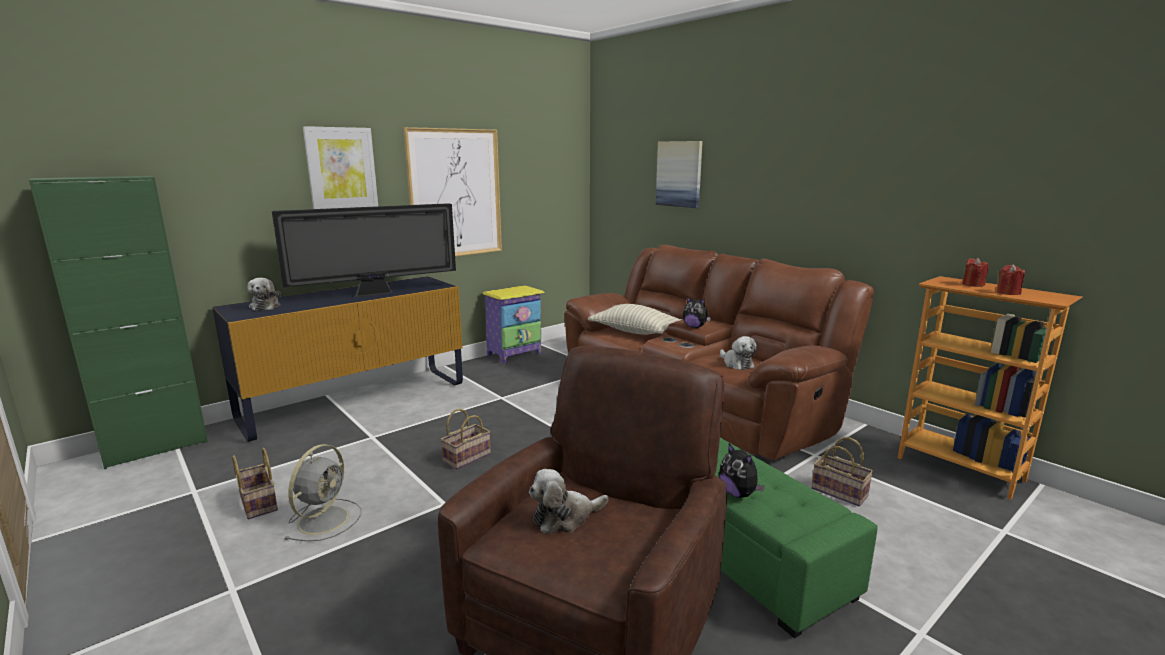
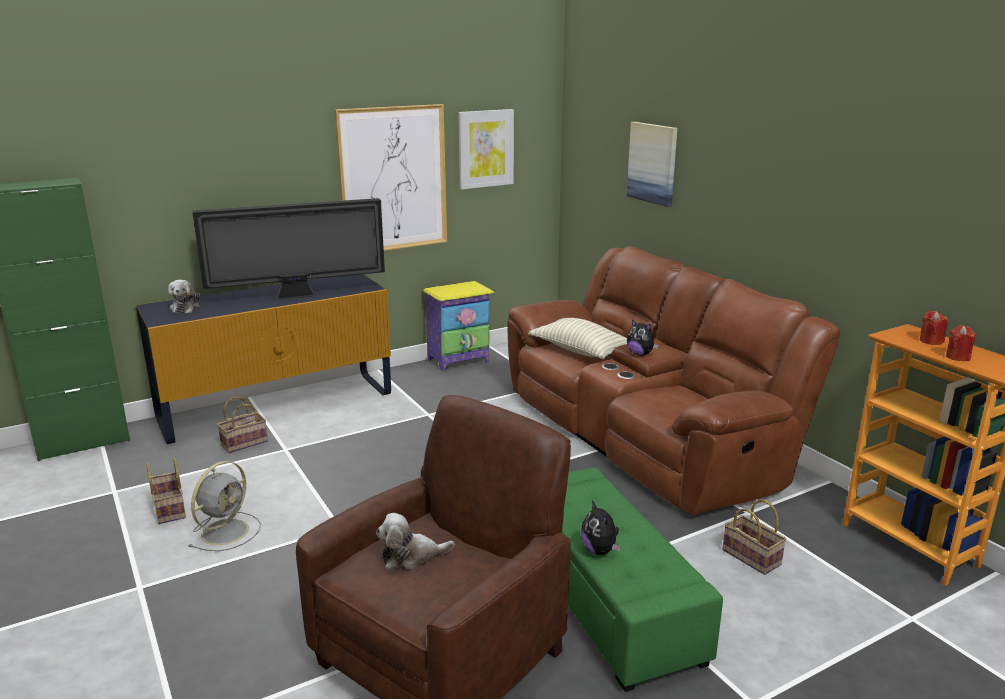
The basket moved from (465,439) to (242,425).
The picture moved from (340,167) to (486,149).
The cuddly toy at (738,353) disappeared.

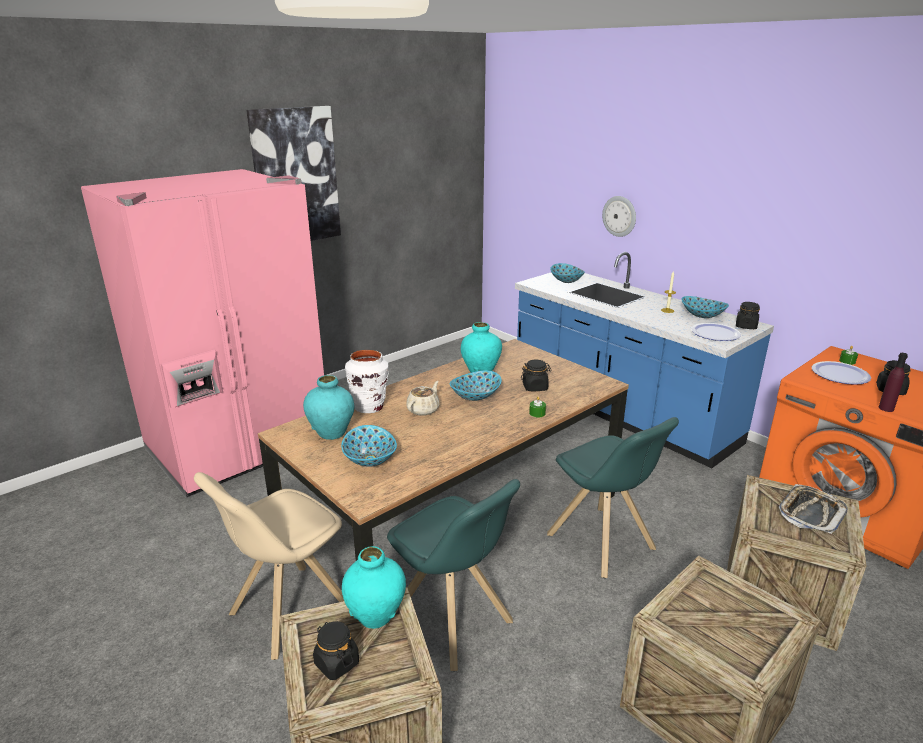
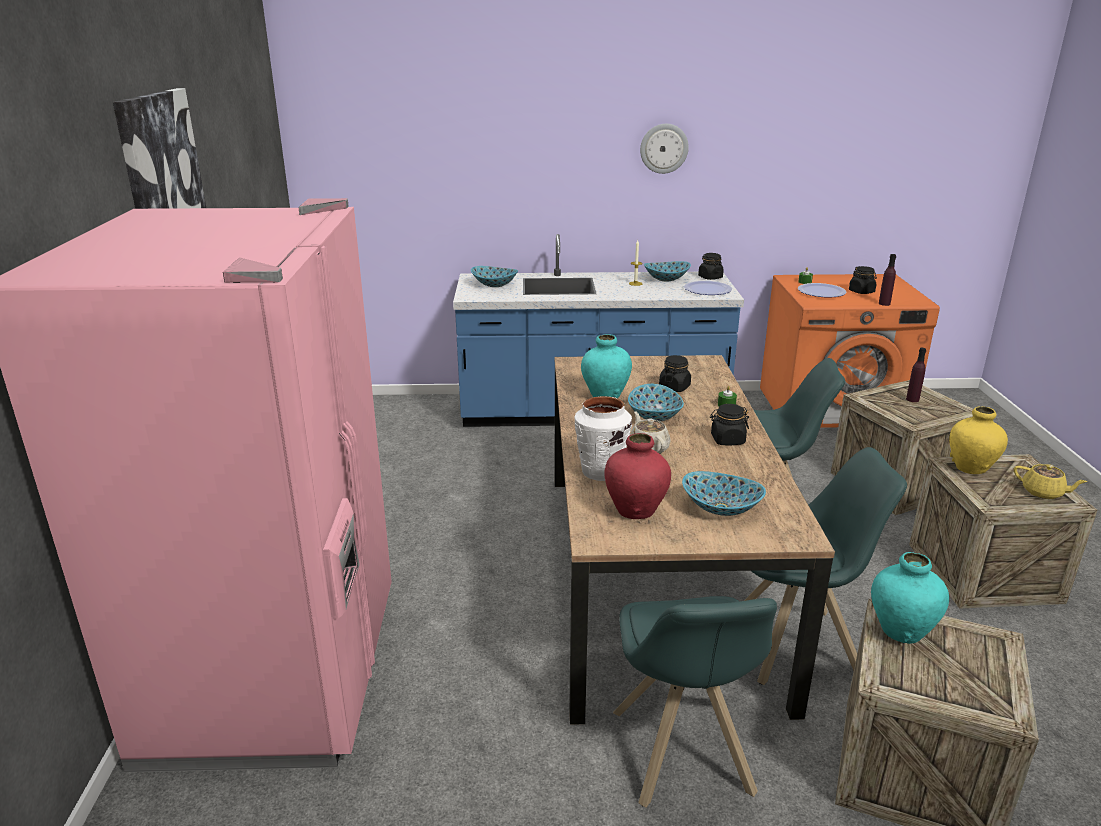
The turquoise-coloured flower vase at (328,407) became the reddish flower vase at (637,476).
The beige-coloured upright chair at (269,566) became the turquoise-coloured upright chair at (695,702).
The clock on the wall moved from (619,216) to (664,149).
The black jar moved from (336,650) to (729,424).
The tray at (813,509) was replaced by the purplish bottle at (916,375).
The yellowish flower vase at (978,440) appeared.
The yellowish pot for tea at (1050,481) appeared.

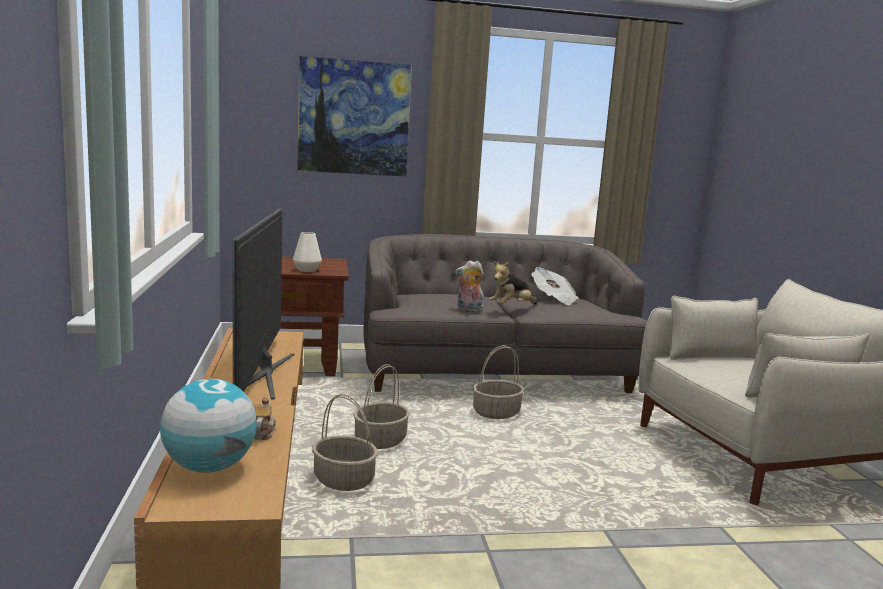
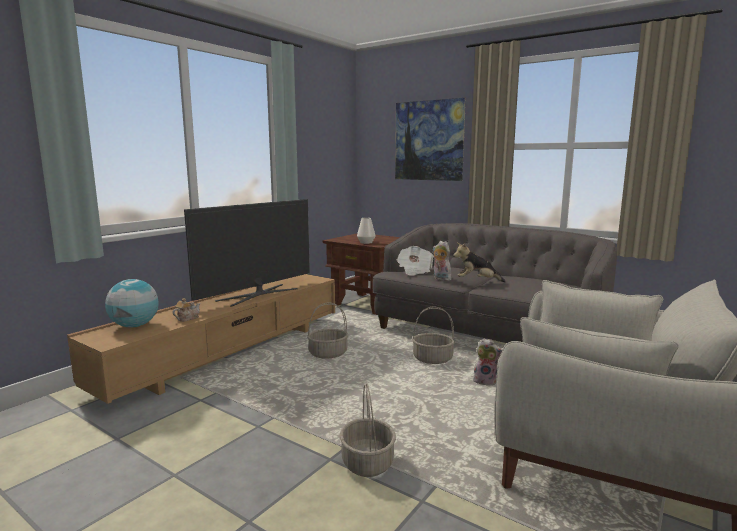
The basket moved from (345,442) to (368,430).
The daily paper moved from (555,286) to (415,261).
The cuddly toy at (488,362) appeared.

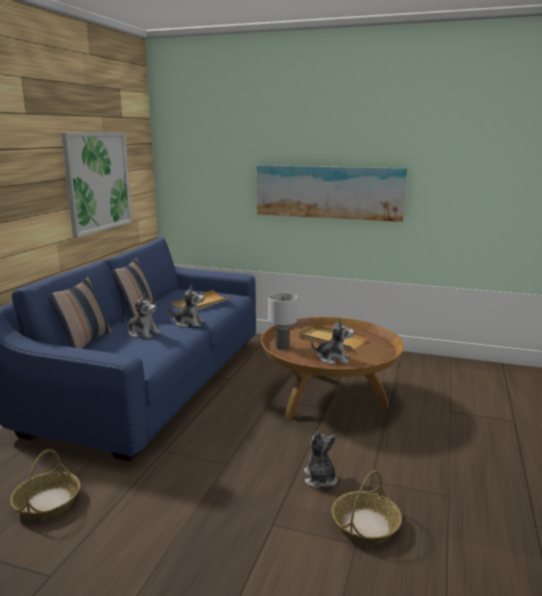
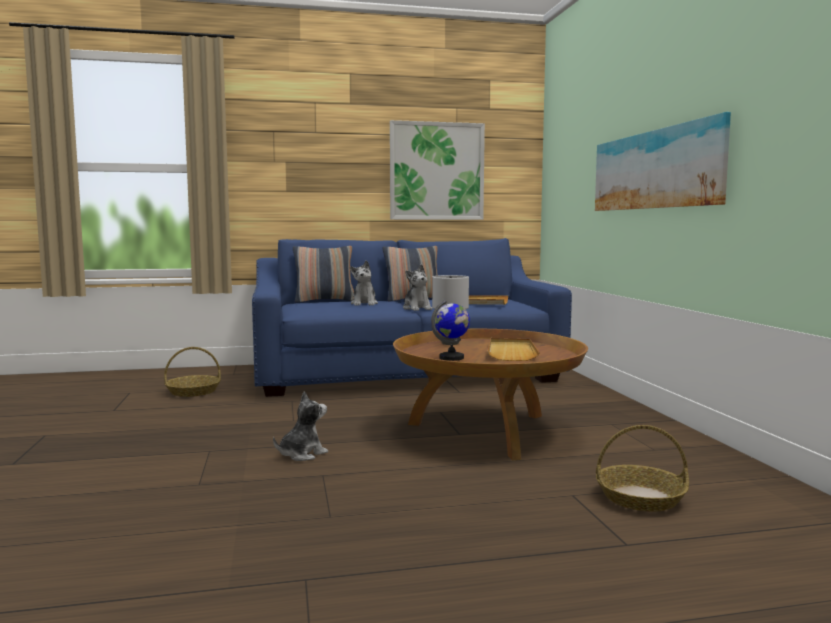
The cuddly toy at (332,341) was replaced by the desk globe at (450,330).
The basket moved from (367,507) to (642,468).

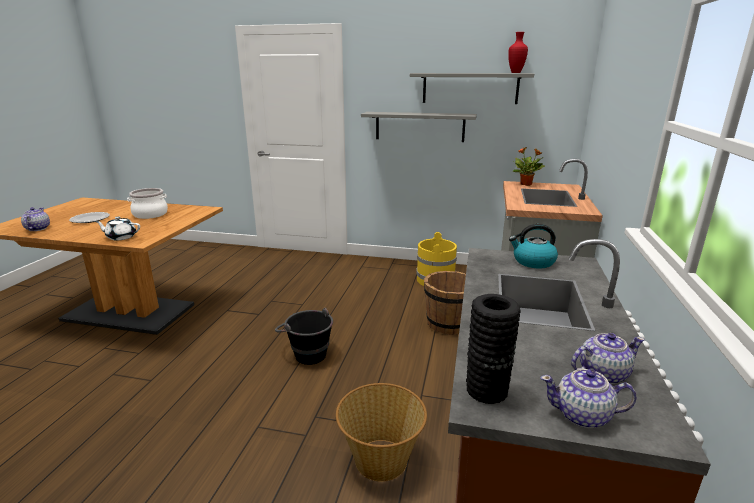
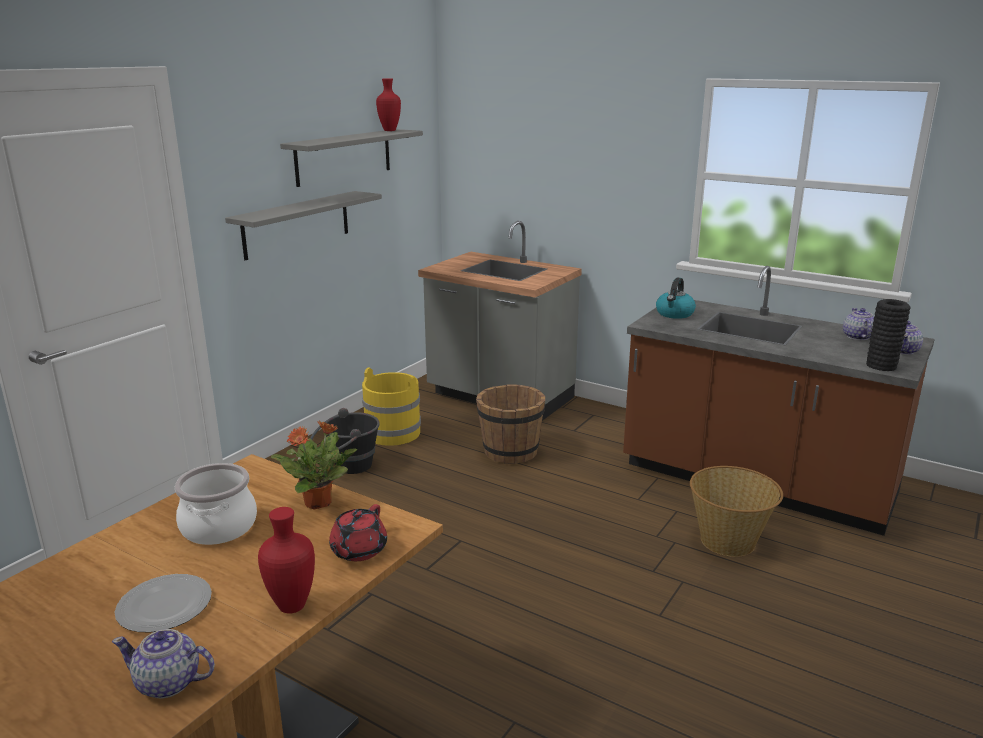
The reddish flower vase at (286,560) appeared.
The potted plant moved from (529,166) to (314,465).
The black bucket moved from (304,336) to (345,441).
The white pot for tea at (117,228) became the reddish pot for tea at (358,532).

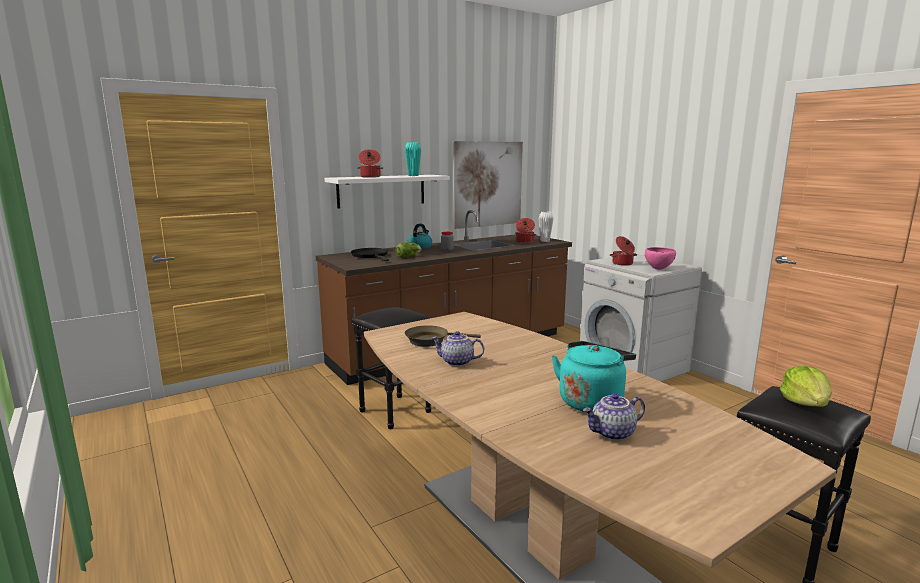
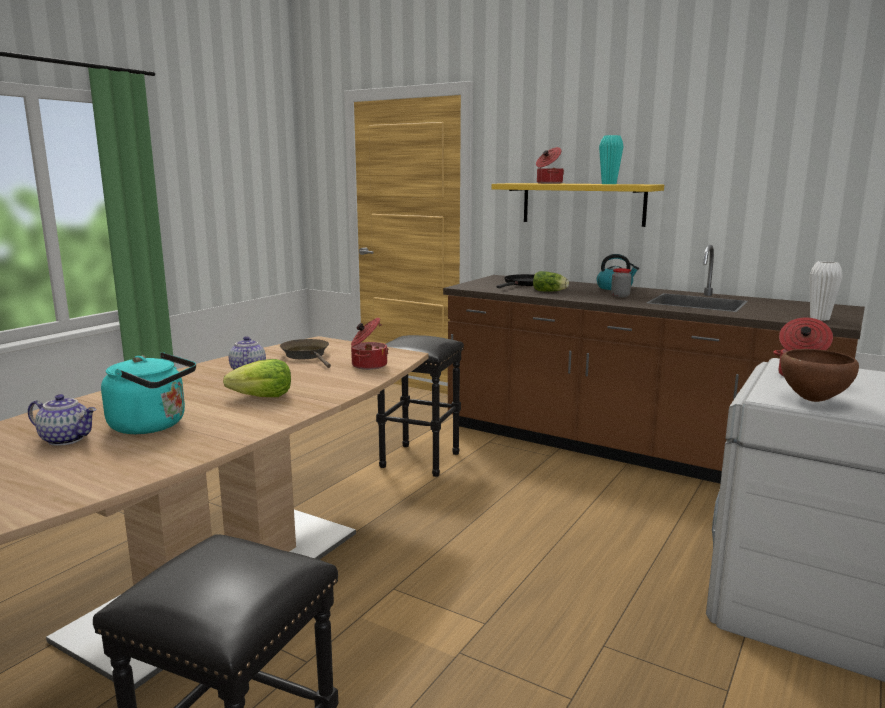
The pot for tea at (614,417) turned 150 degrees clockwise.
The lettuce moved from (806,386) to (257,378).
The stockpot moved from (525,230) to (370,344).
The white shelf at (387,192) became the yellowish shelf at (578,205).
The pink-coloured deep dish at (660,258) became the brown deep dish at (819,375).
The picture at (488,185) disappeared.

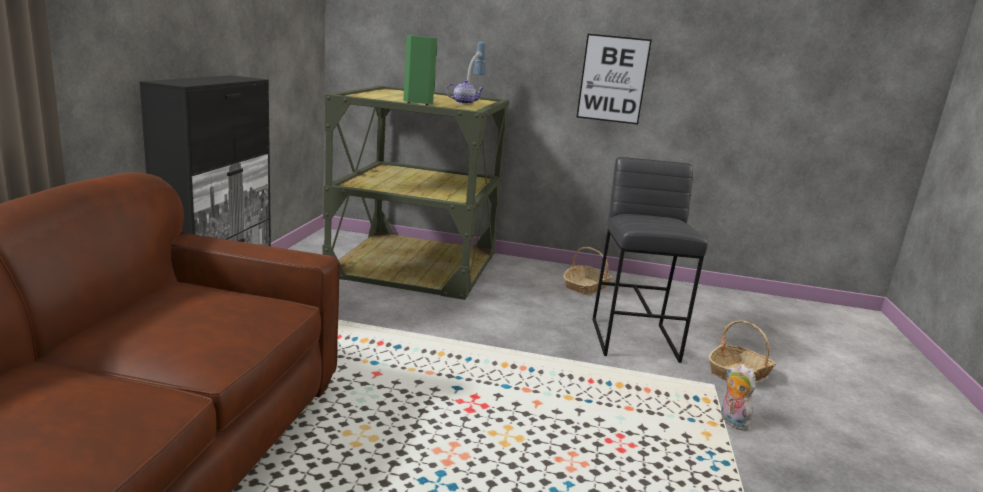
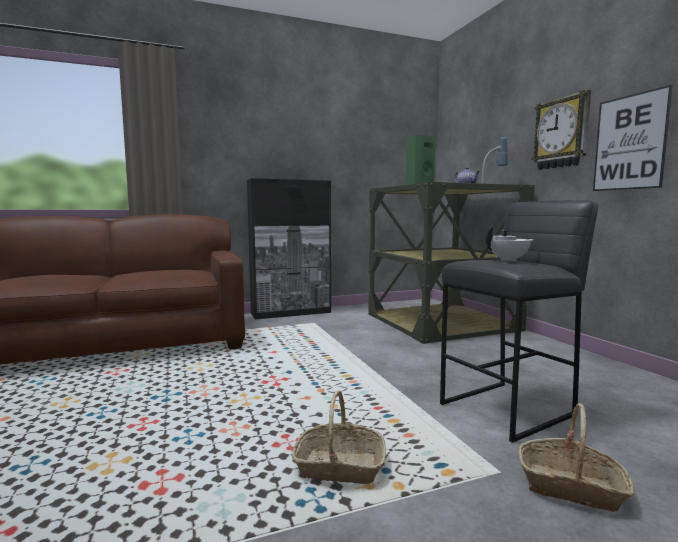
The basket moved from (587,271) to (339,437).
The white pot for tea at (510,243) appeared.
The clock on the wall at (561,130) appeared.
The cuddly toy at (738,397) disappeared.

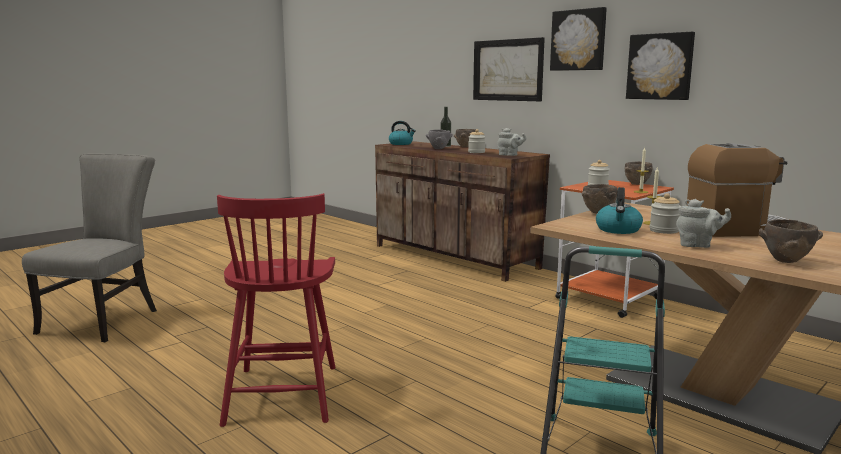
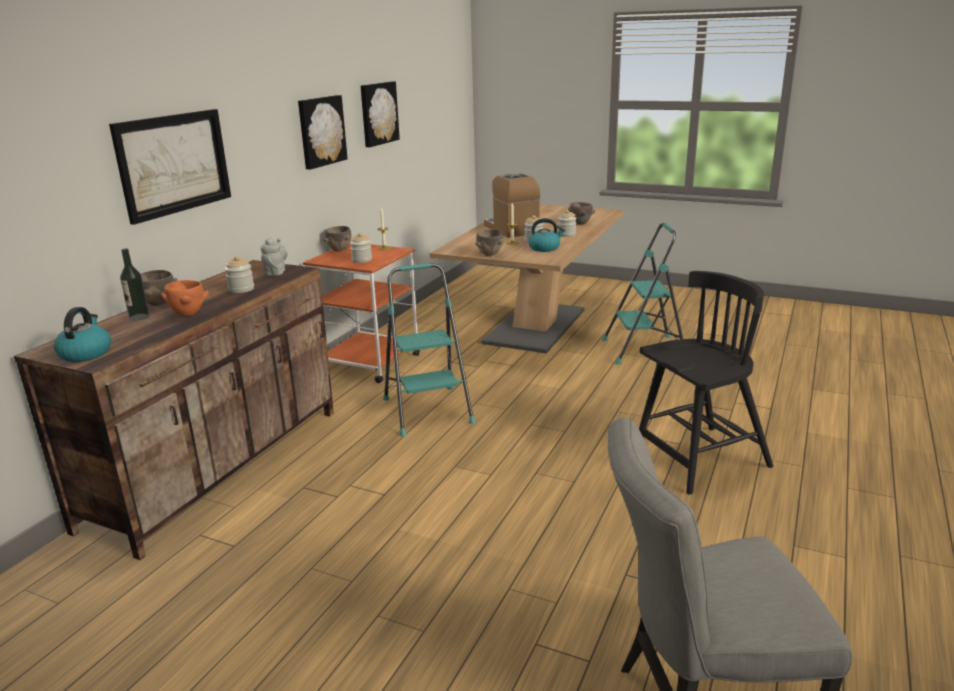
The greyish deep dish at (439,139) became the orange-coloured deep dish at (185,298).
The picture moved from (578,39) to (380,114).
The turquoise-coloured stepladder at (429,349) appeared.
The greyish pot for tea at (703,223) was replaced by the jar at (567,223).
The reddish upright chair at (276,310) became the black upright chair at (706,383).

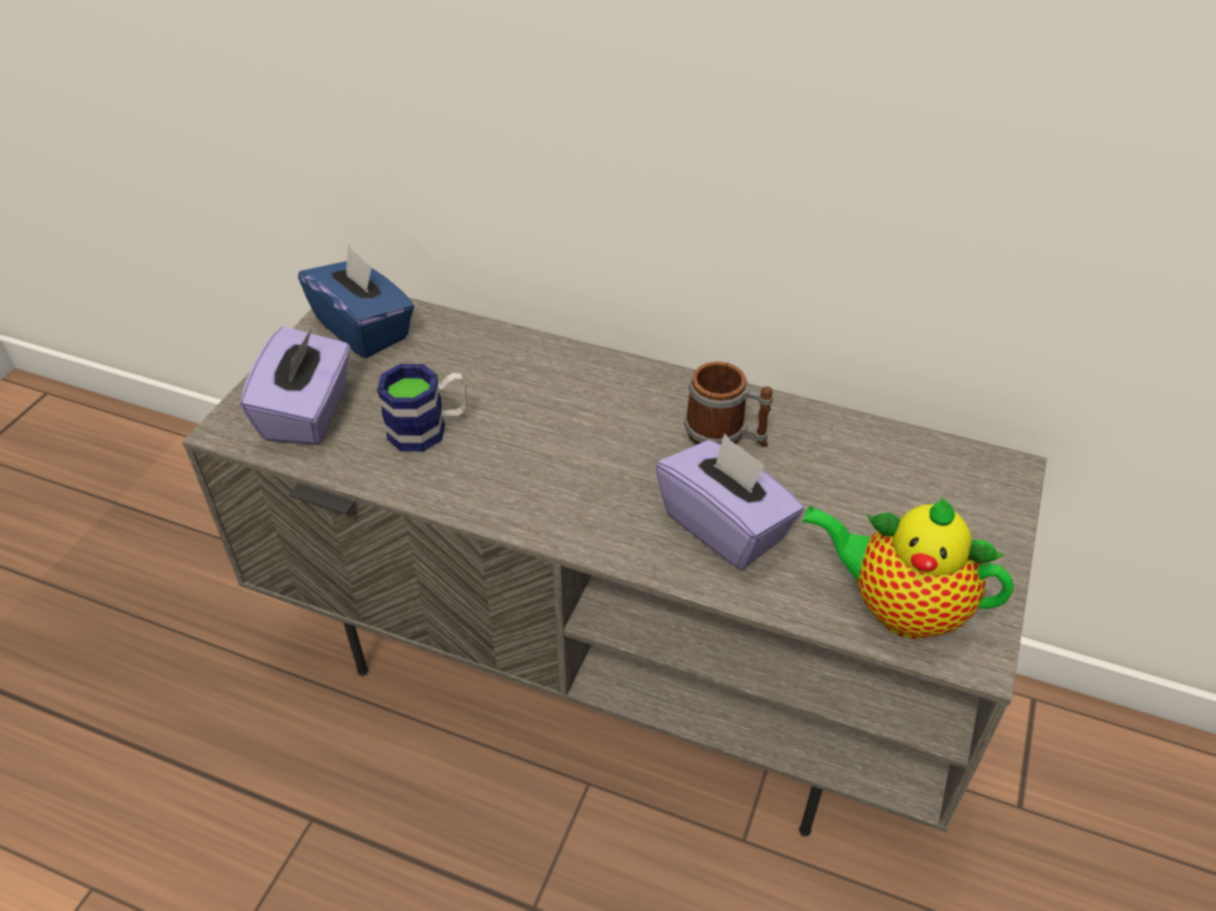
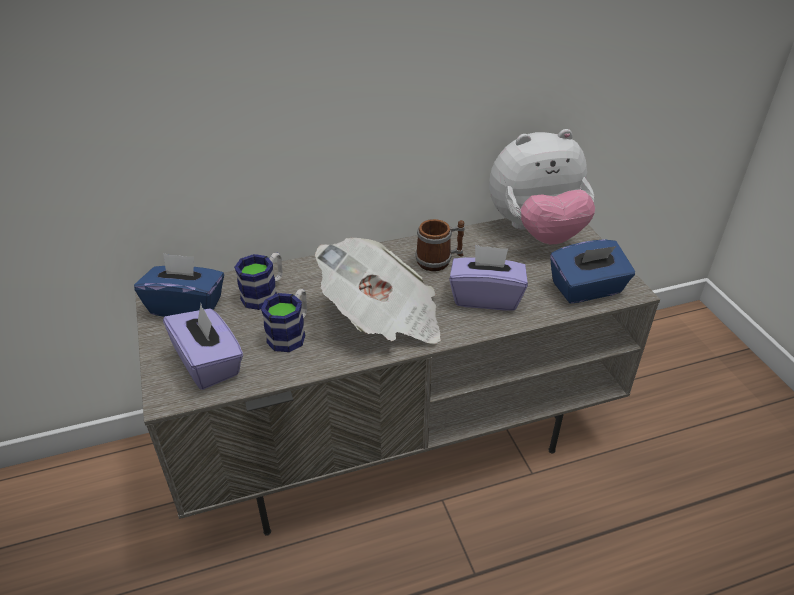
The tea mug at (258,281) appeared.
The daily paper at (378,291) appeared.
The cuddly toy at (542,186) appeared.
The pot for tea at (907,568) was replaced by the blue tissue holder at (592,271).

